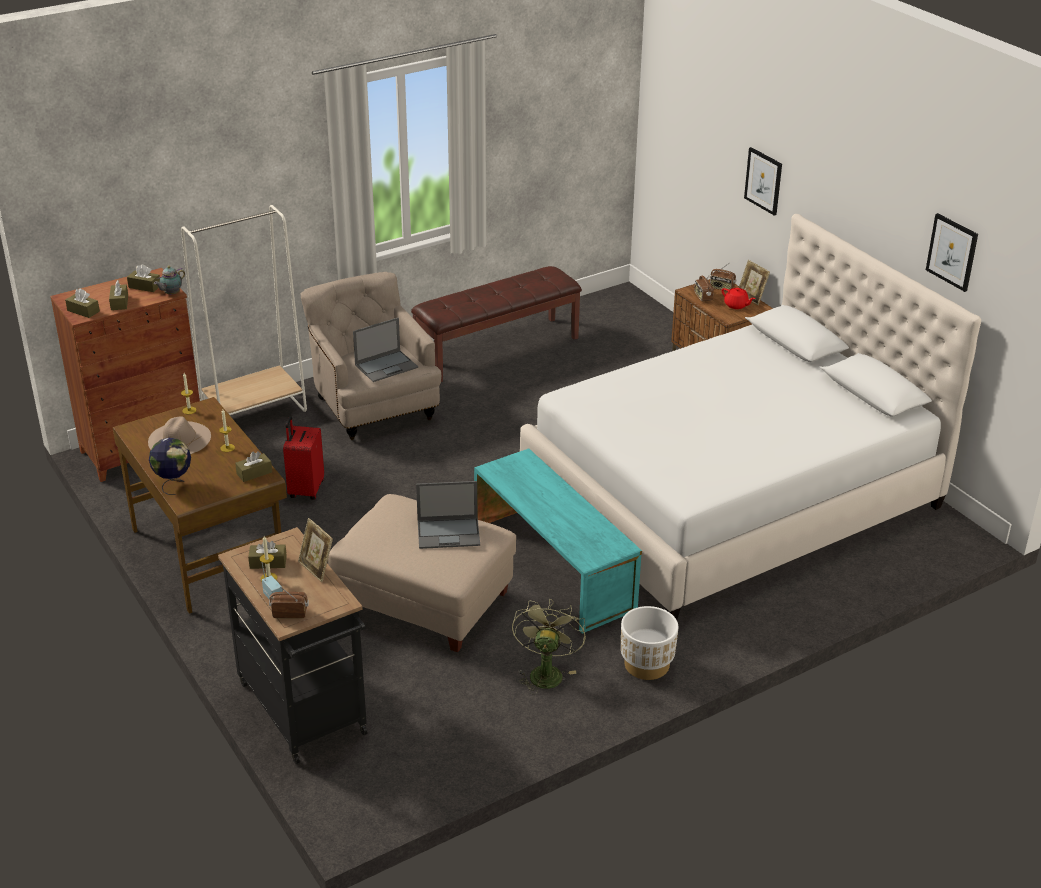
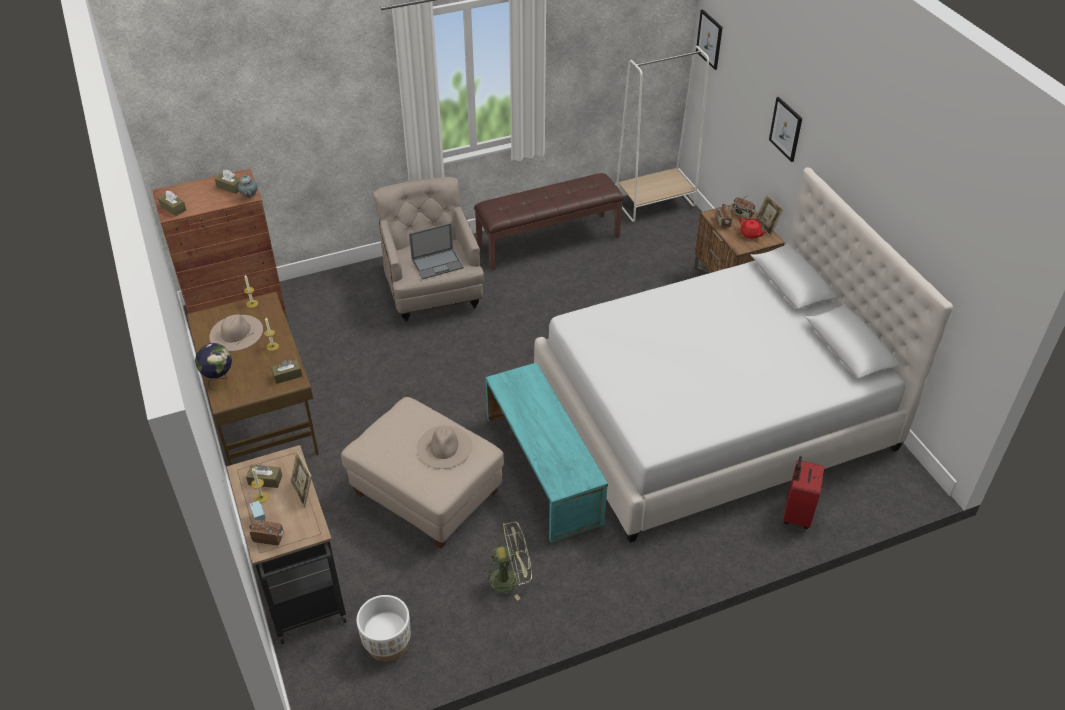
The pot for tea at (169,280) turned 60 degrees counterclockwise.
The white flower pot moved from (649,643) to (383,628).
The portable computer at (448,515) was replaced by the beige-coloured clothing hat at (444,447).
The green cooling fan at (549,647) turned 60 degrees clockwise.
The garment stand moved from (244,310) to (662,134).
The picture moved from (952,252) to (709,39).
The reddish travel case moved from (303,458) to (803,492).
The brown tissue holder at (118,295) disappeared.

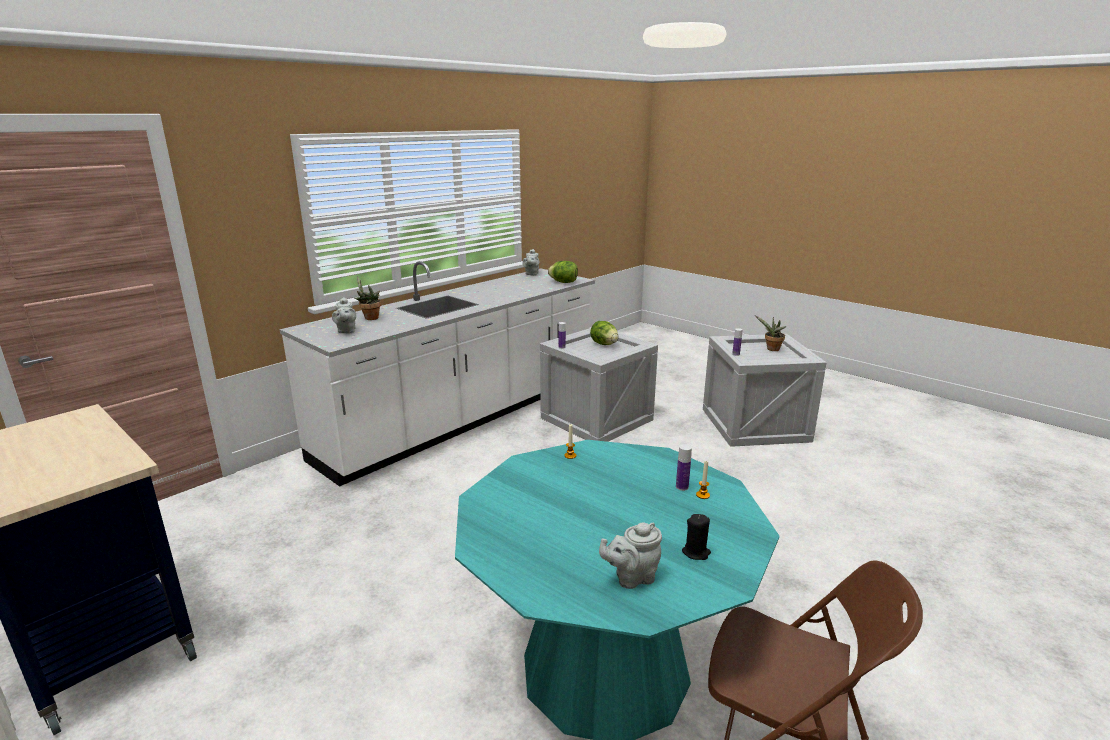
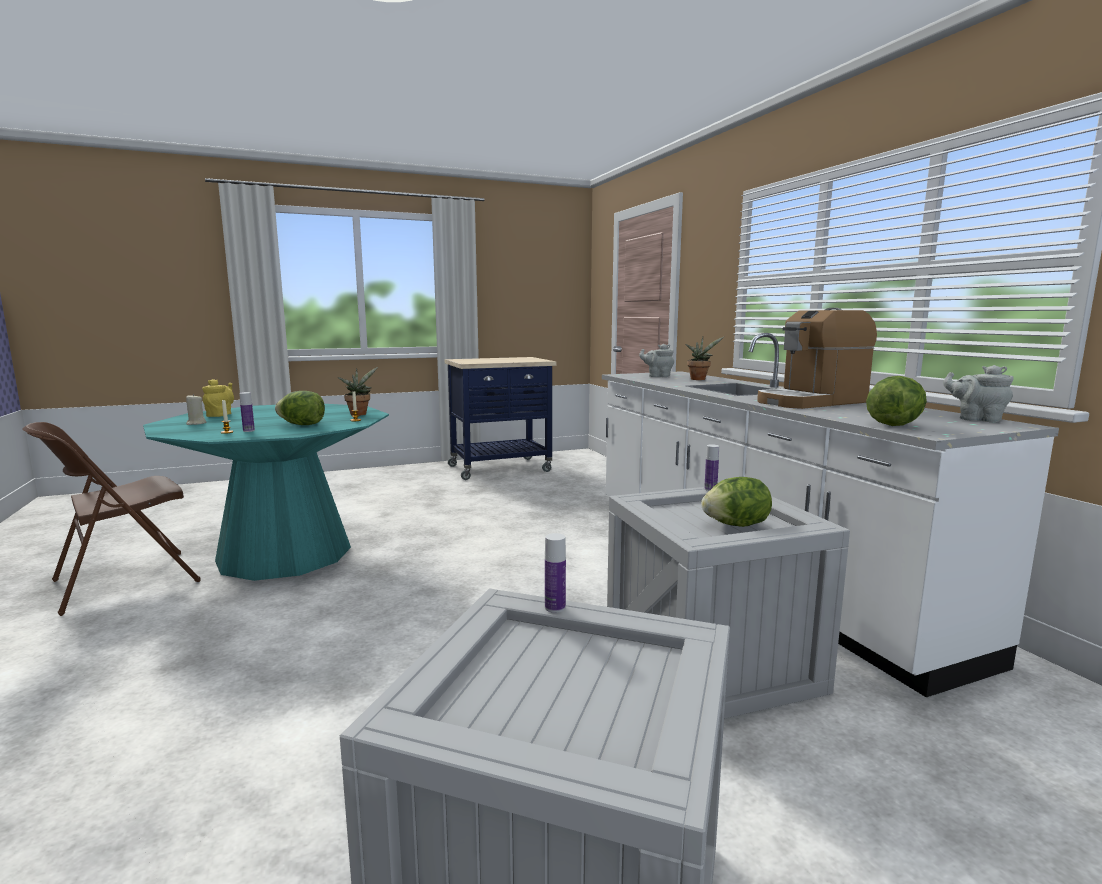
The black wax candle at (696,537) became the beige-coloured wax candle at (196,409).
The greyish pot for tea at (630,555) became the yellowish pot for tea at (218,398).
The lettuce at (300,408) appeared.
The potted plant moved from (770,333) to (358,391).
The coffee maker at (817,358) appeared.

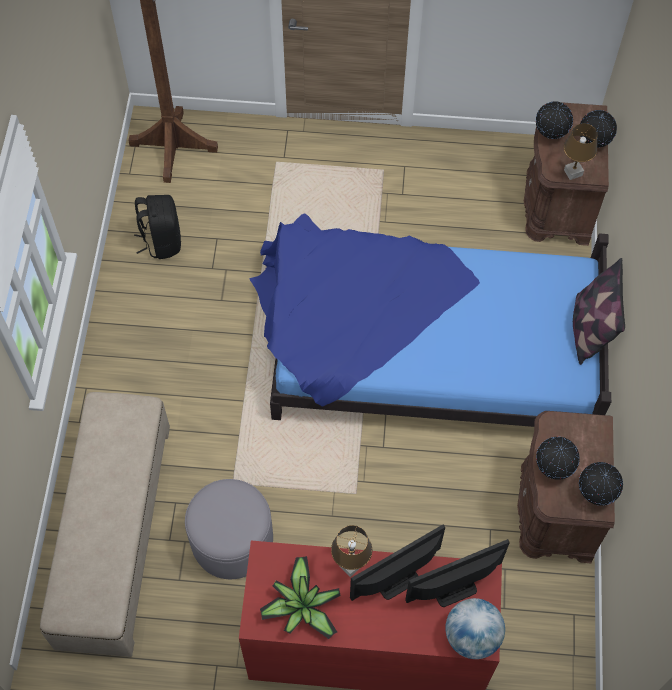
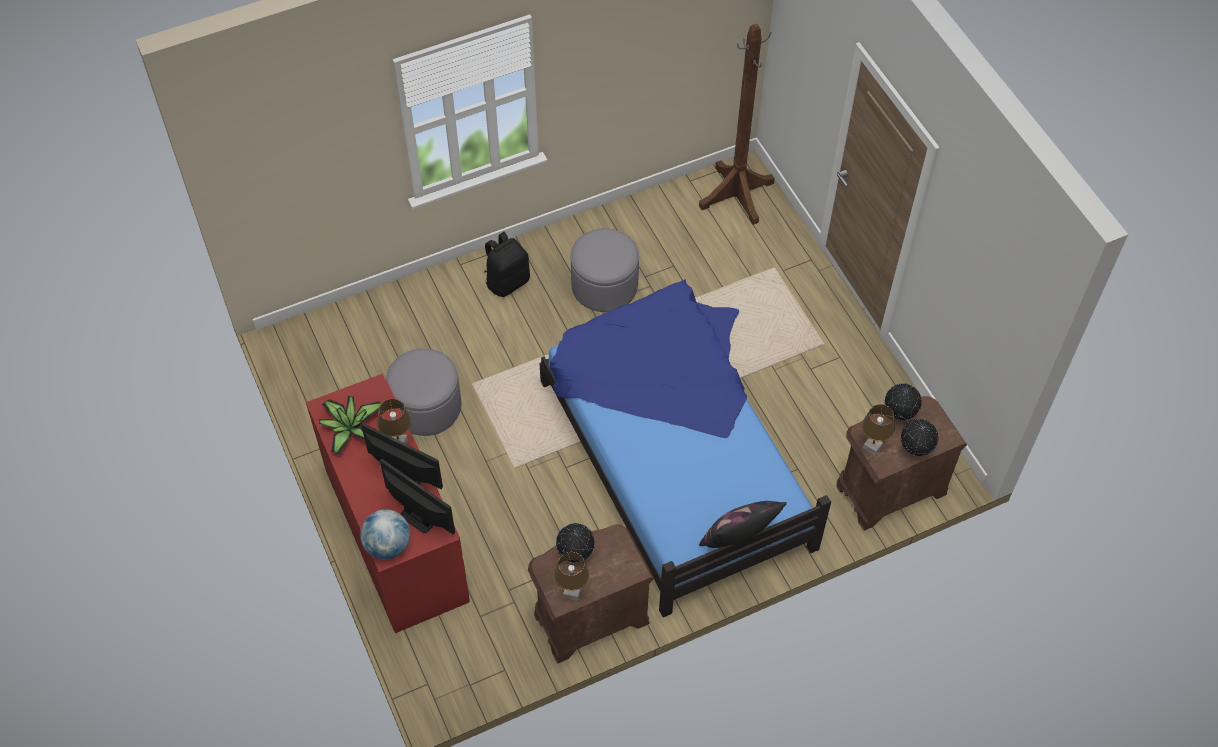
The black knapsack moved from (157,227) to (507,264).
The desk globe at (601,484) was replaced by the brown table lamp at (571,576).
The greyish footrest at (605,270) appeared.
The beige-coloured long seat at (105,524) disappeared.

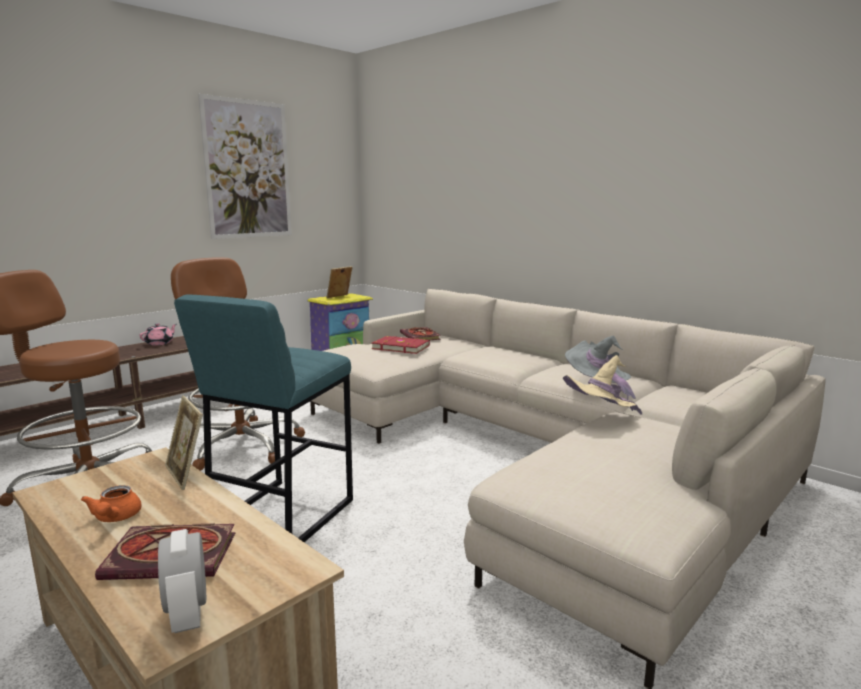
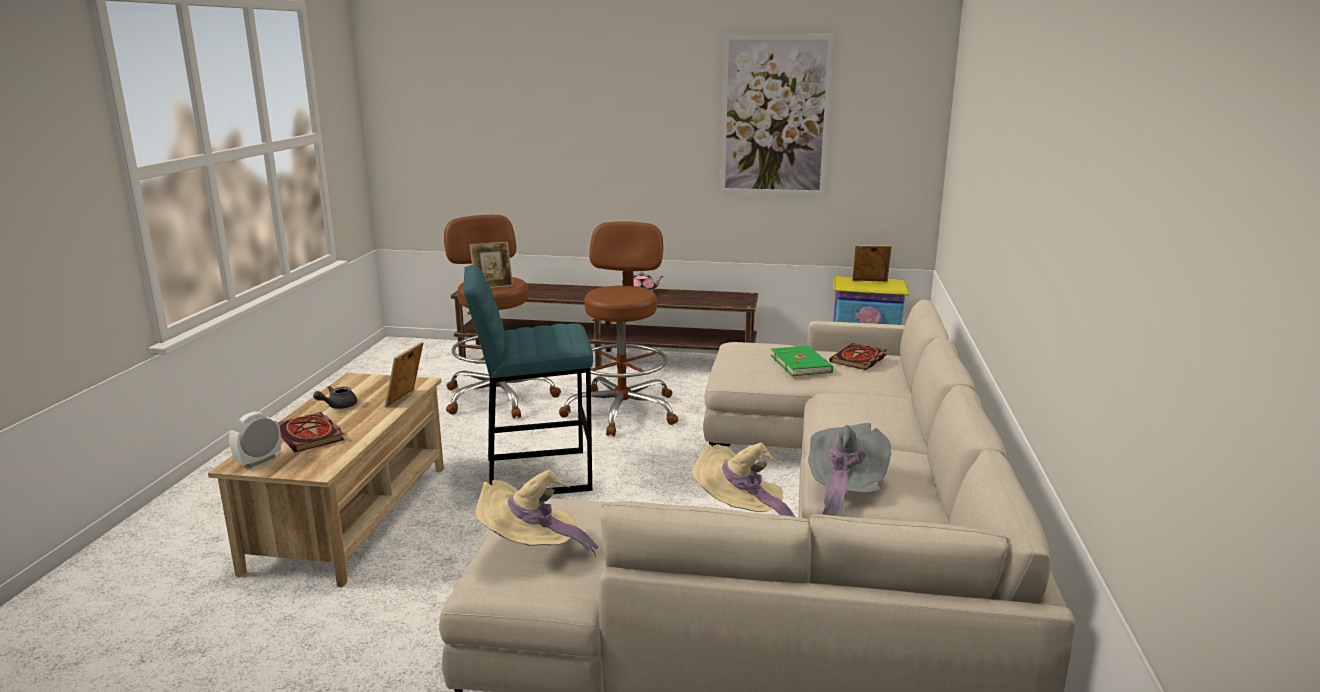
The orange-coloured pot for tea at (111,503) became the greyish pot for tea at (335,397).
The standing frame at (491,265) appeared.
The beige-coloured clothing hat at (536,513) appeared.
The reddish volume at (400,345) became the green volume at (801,361).

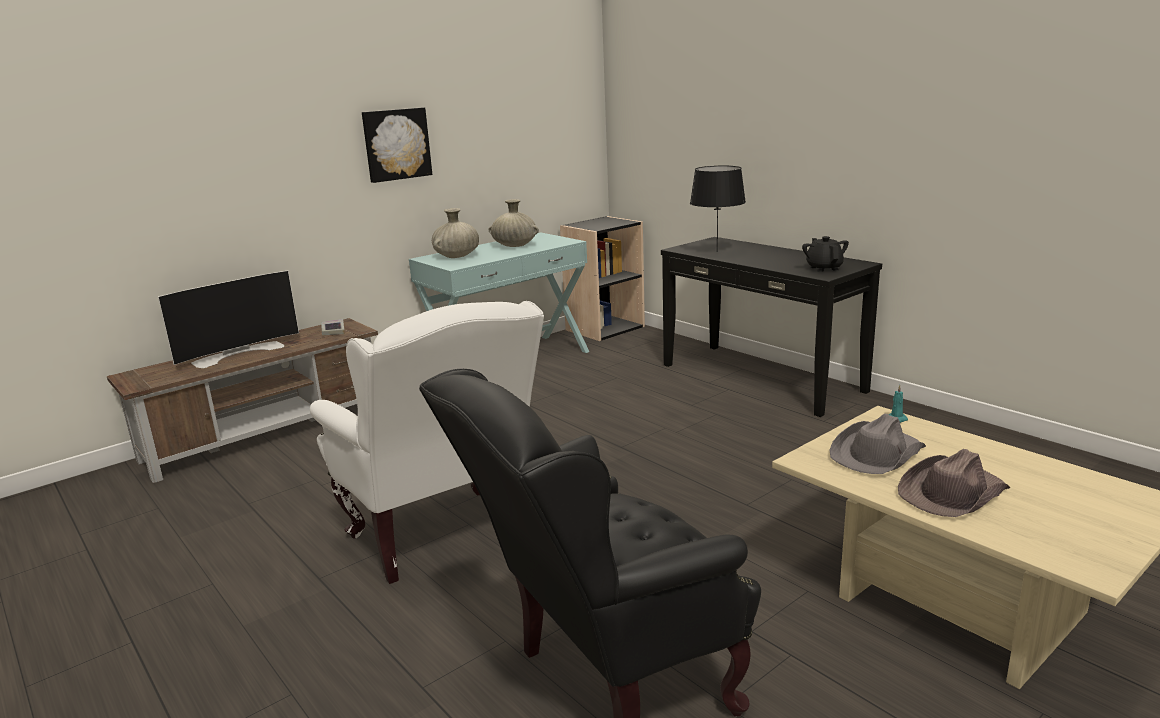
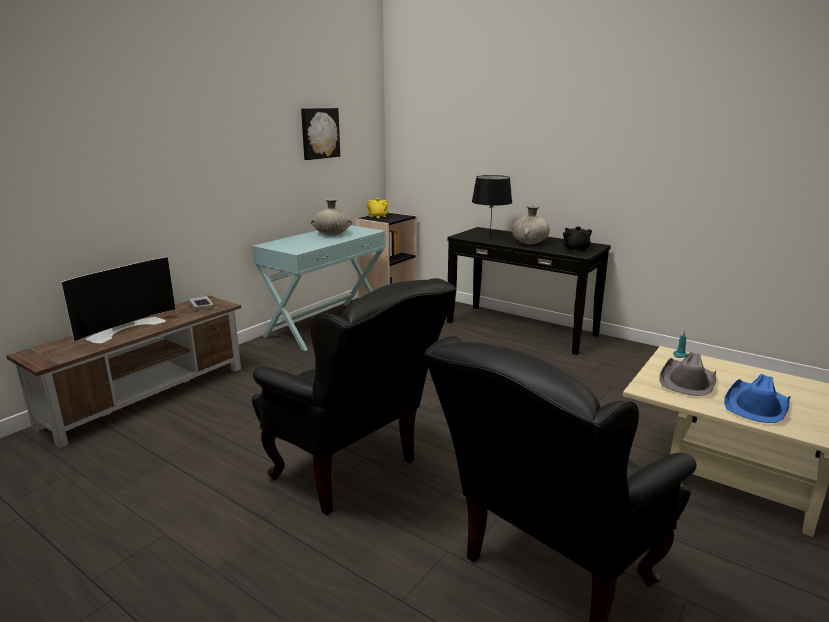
The white armchair at (427,442) became the black armchair at (354,396).
The picture moved from (397,145) to (320,134).
The yellowish pot for tea at (378,208) appeared.
The beige-coloured flower vase moved from (455,233) to (531,224).
The brown clothing hat at (954,483) became the blue clothing hat at (757,398).

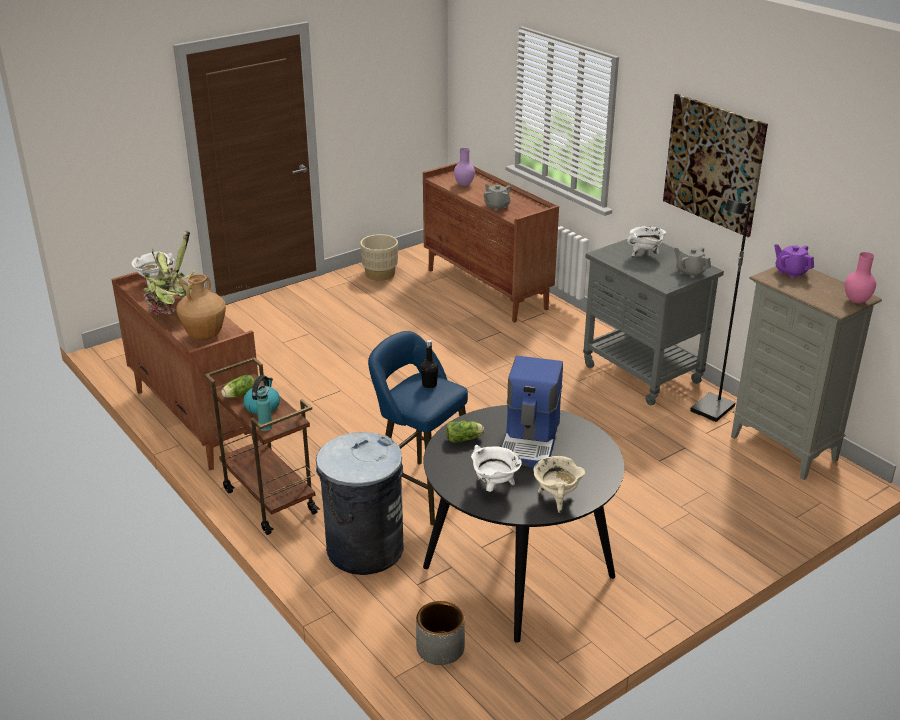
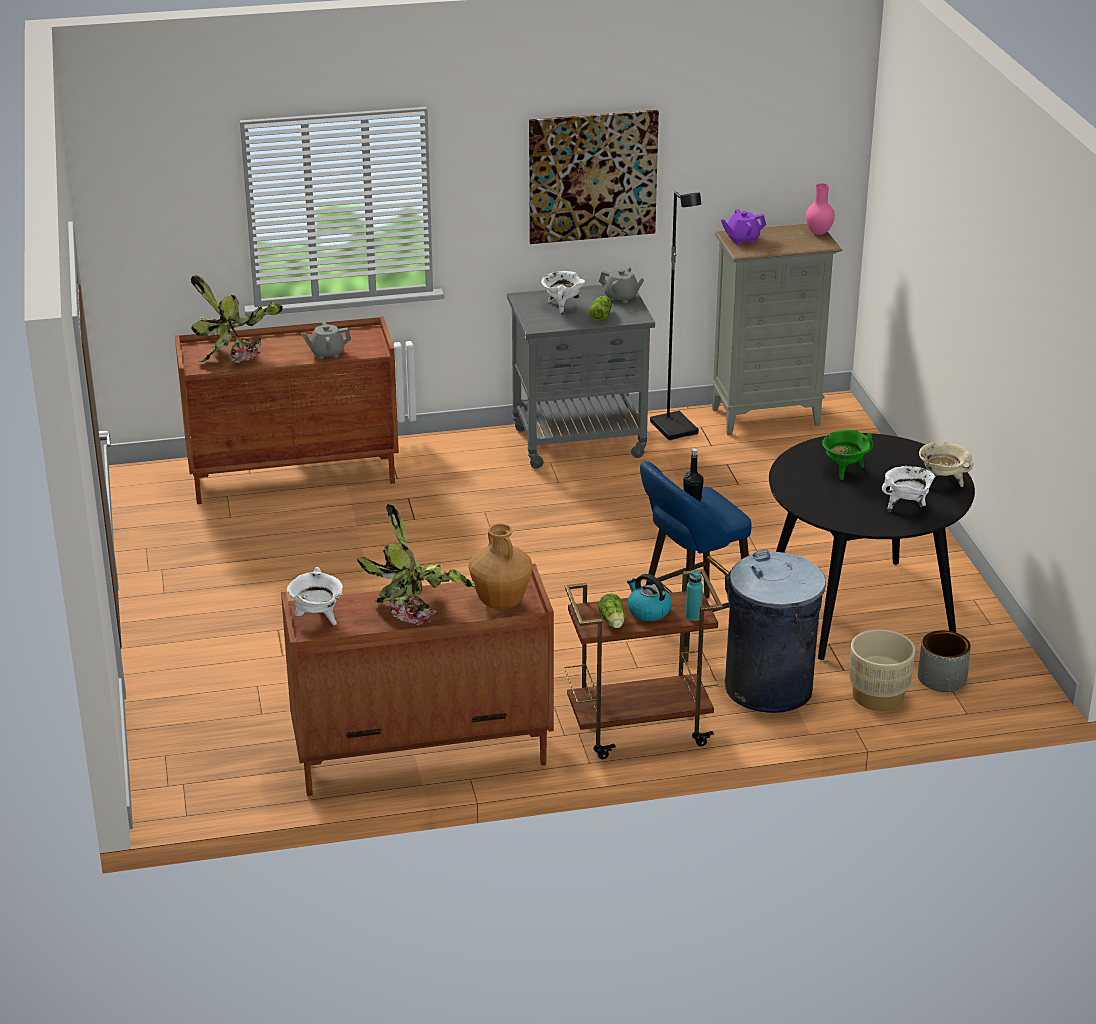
The purplish flower vase at (464,167) was replaced by the potted plant at (237,319).
The lettuce moved from (465,432) to (600,308).
The greyish pot for tea at (692,262) turned 135 degrees counterclockwise.
The coffee maker at (532,412) was replaced by the green stockpot at (848,455).
The beige-coloured flower pot moved from (379,257) to (882,670).

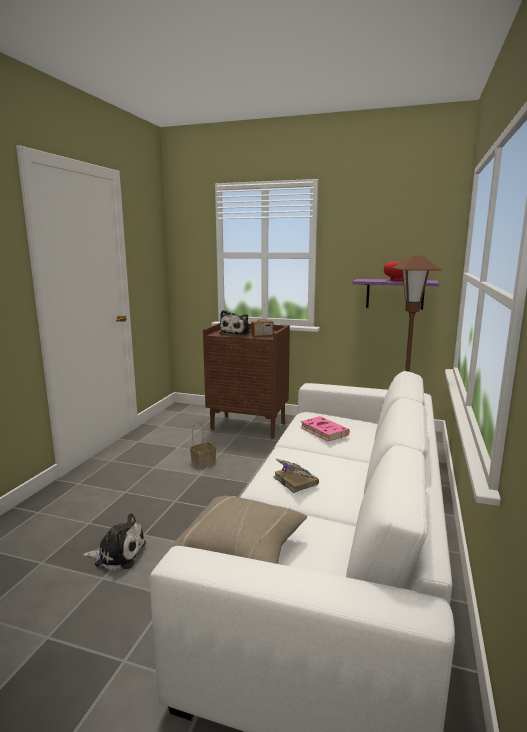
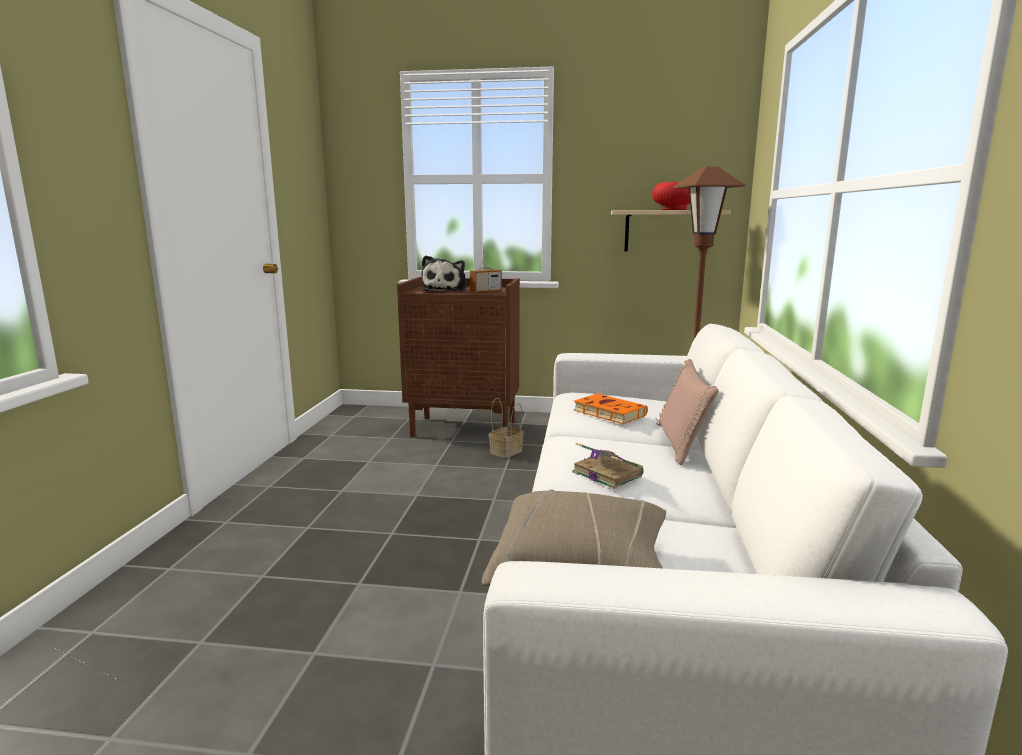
The basket moved from (203,444) to (506,428).
The pink-coloured volume at (325,429) became the orange-coloured volume at (611,408).
The purplish shelf at (395,294) became the beige-coloured shelf at (671,230).
The beige-coloured pillow at (687,412) appeared.
The cuddly toy at (114,542) disappeared.

